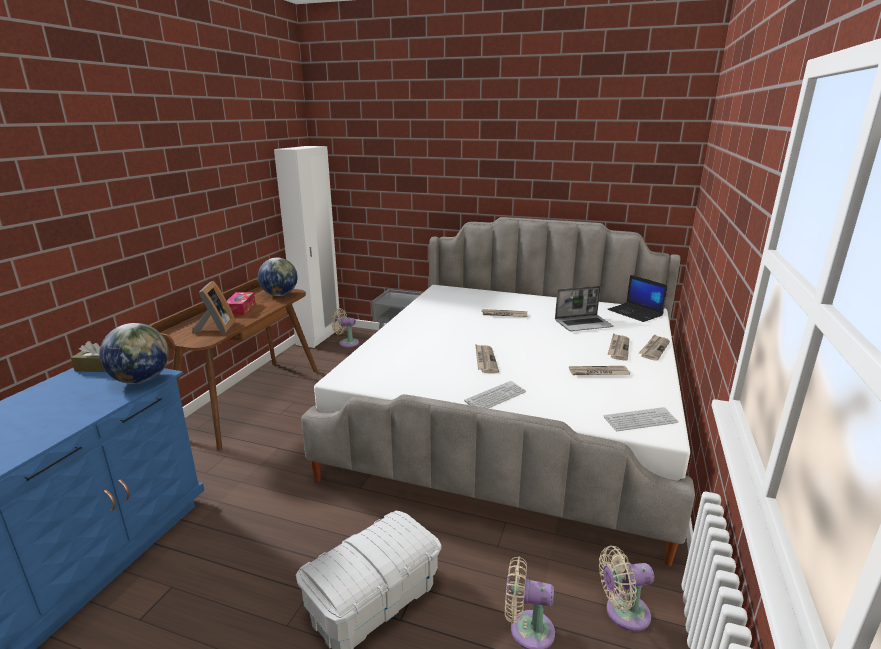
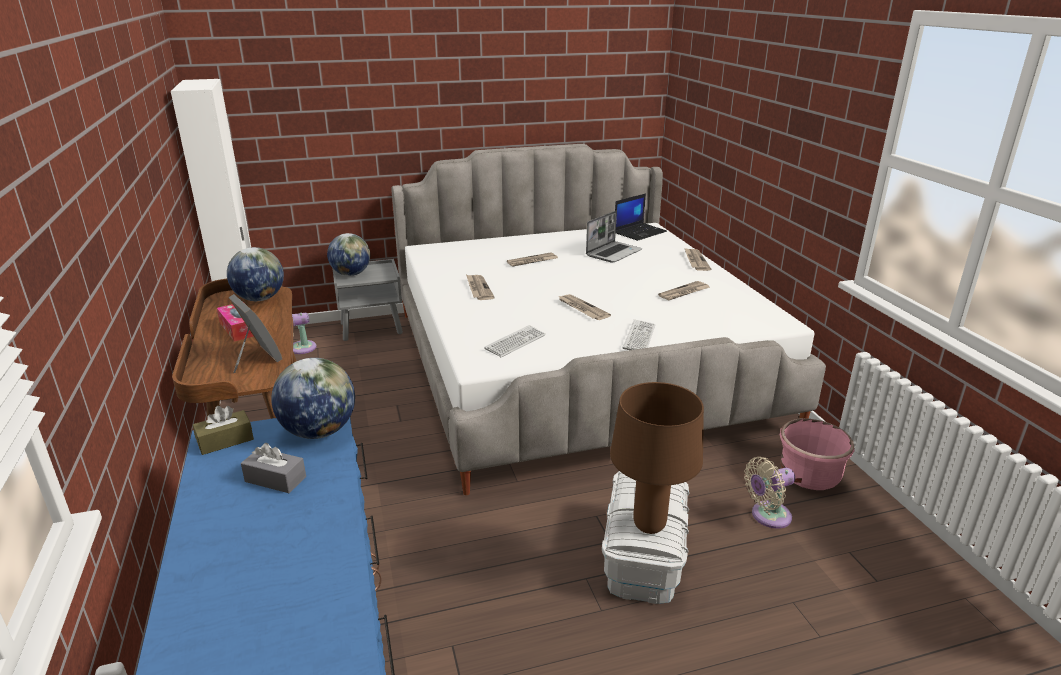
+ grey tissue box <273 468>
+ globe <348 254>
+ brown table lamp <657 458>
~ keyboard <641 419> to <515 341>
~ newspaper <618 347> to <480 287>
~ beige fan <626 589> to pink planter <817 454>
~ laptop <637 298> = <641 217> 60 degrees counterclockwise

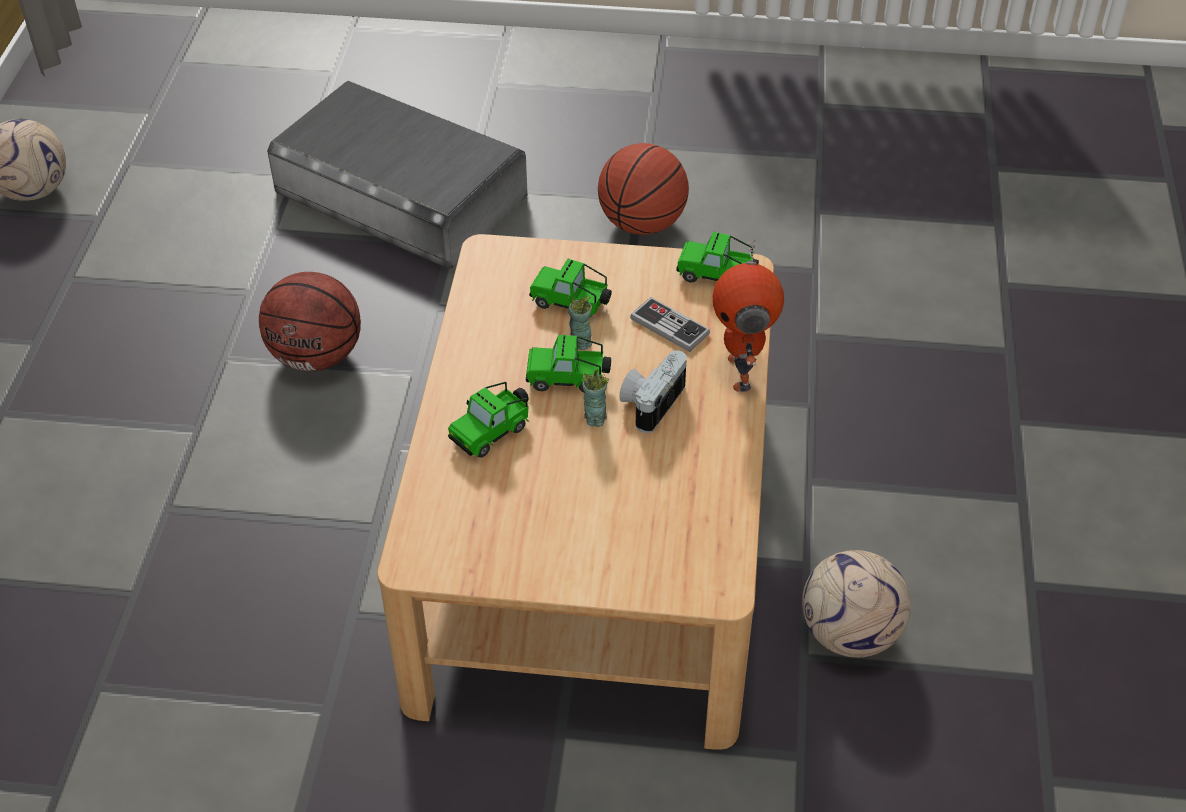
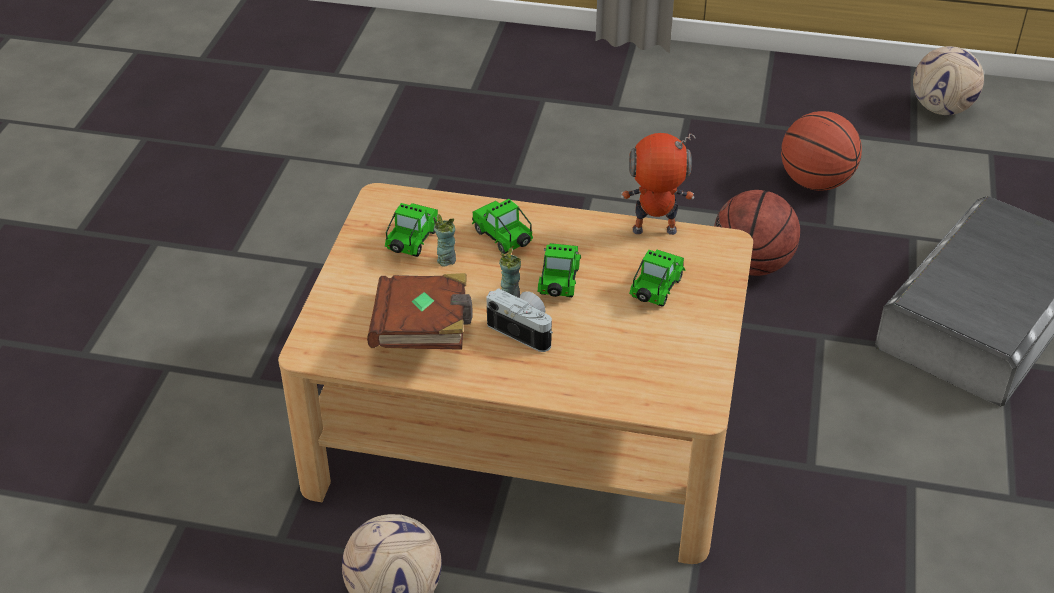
- game controller <670 324>
+ brown book <420 311>
~ cup <580 323> to <444 240>
~ basketball <643 189> to <821 151>
~ toy car <717 257> to <412 230>
~ toy robot <748 315> to <658 184>

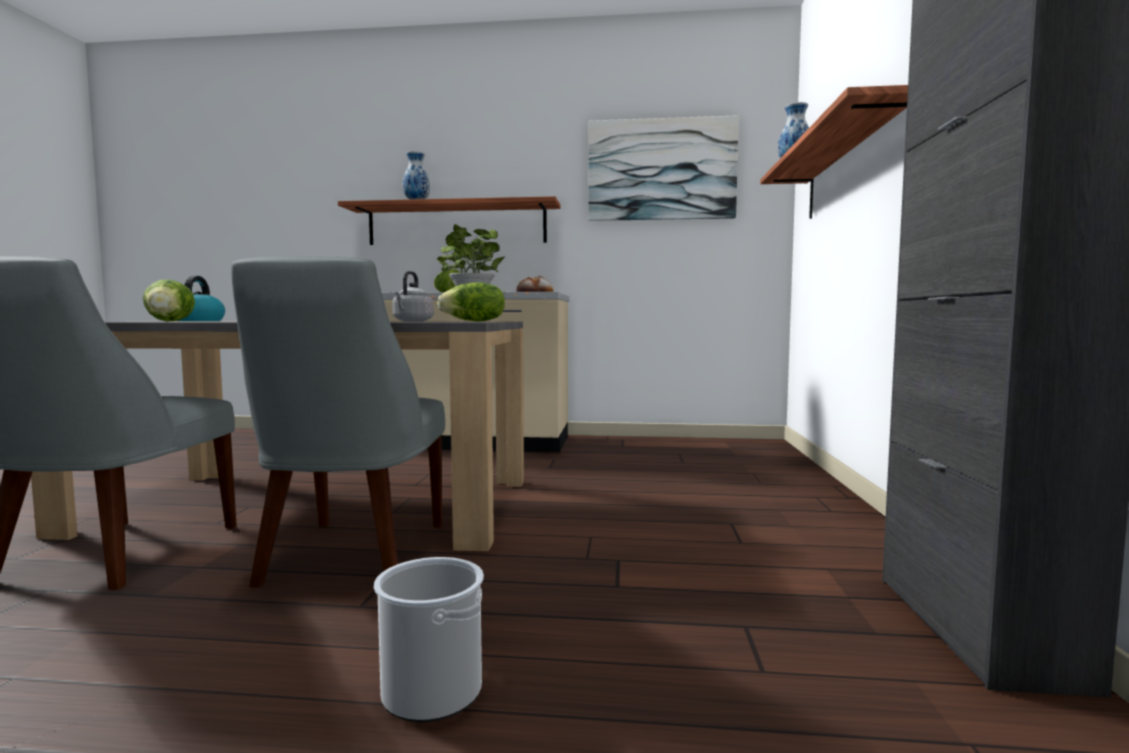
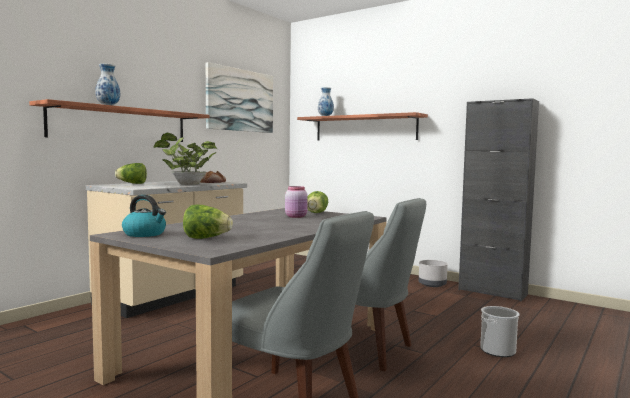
+ grey planter <433 273>
~ grey kettle <413 296> to pink jar <296 202>

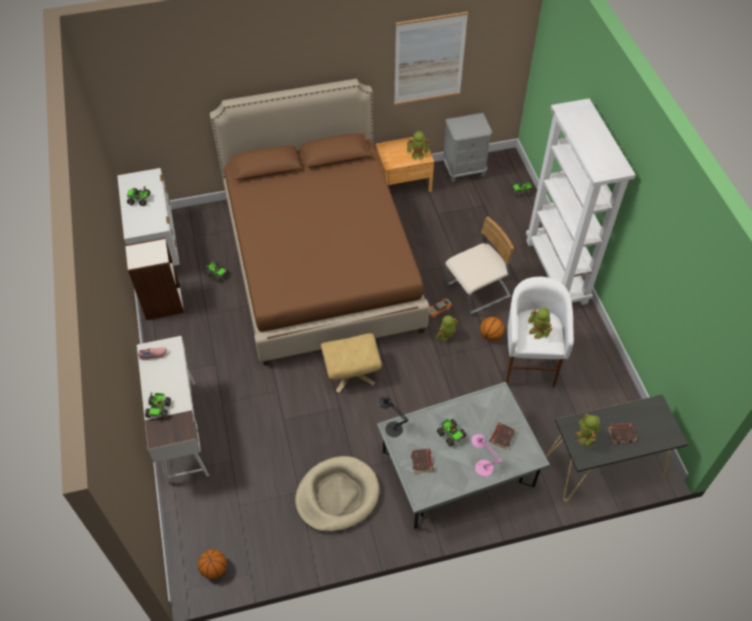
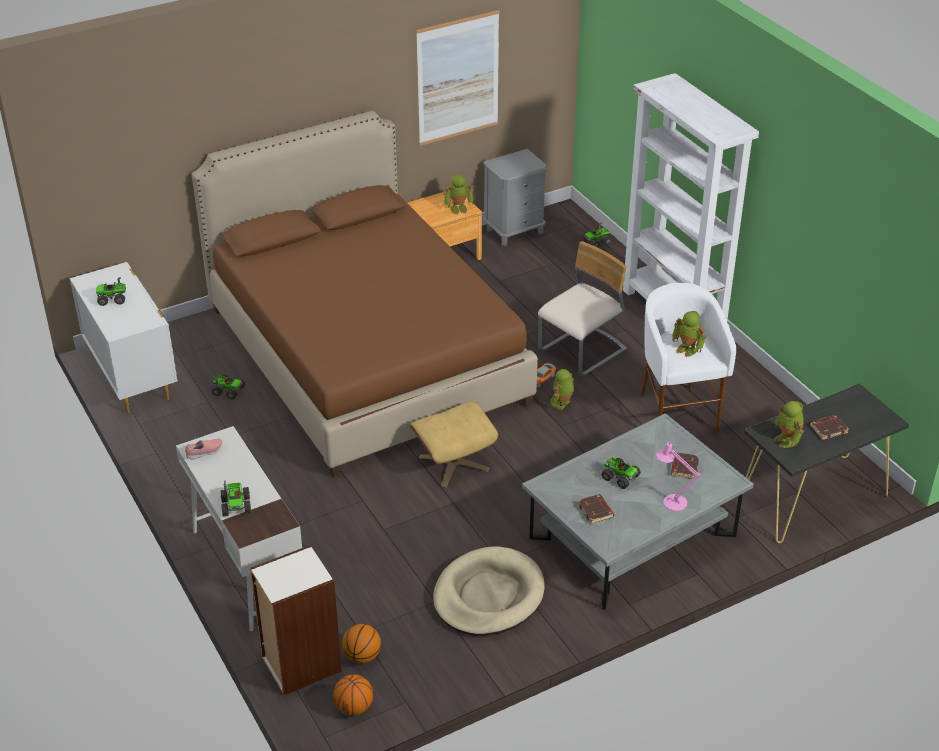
- black table lamp <393 416>
~ bookcase <154 279> to <296 620>
~ basketball <492 329> to <361 644>

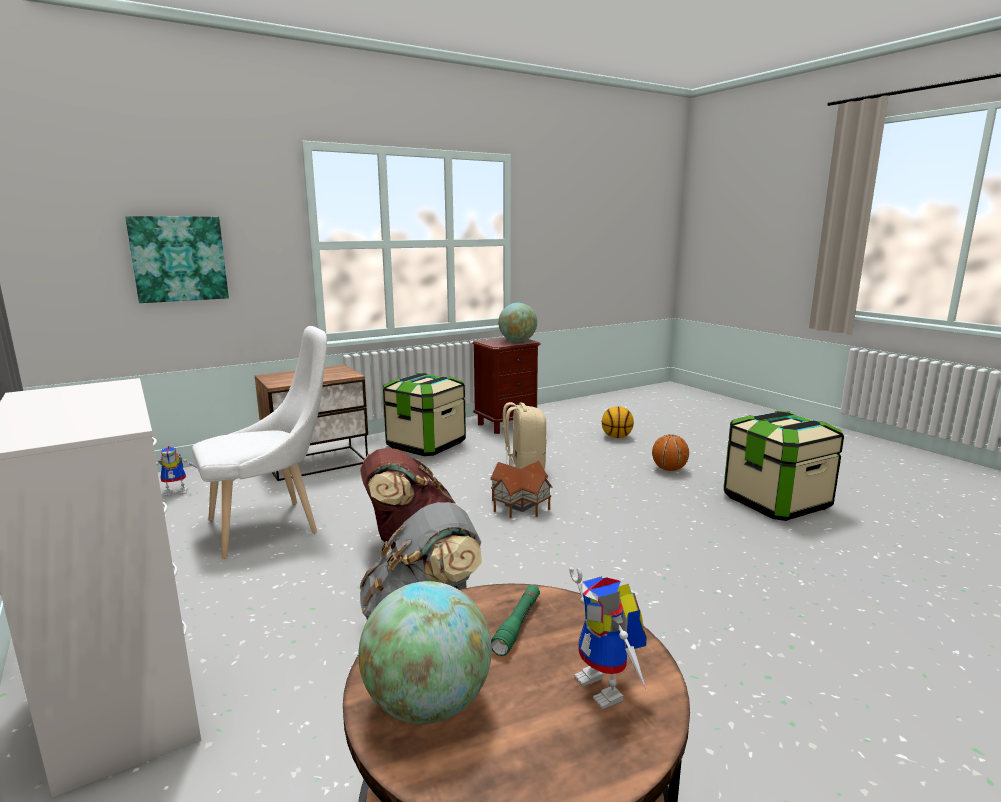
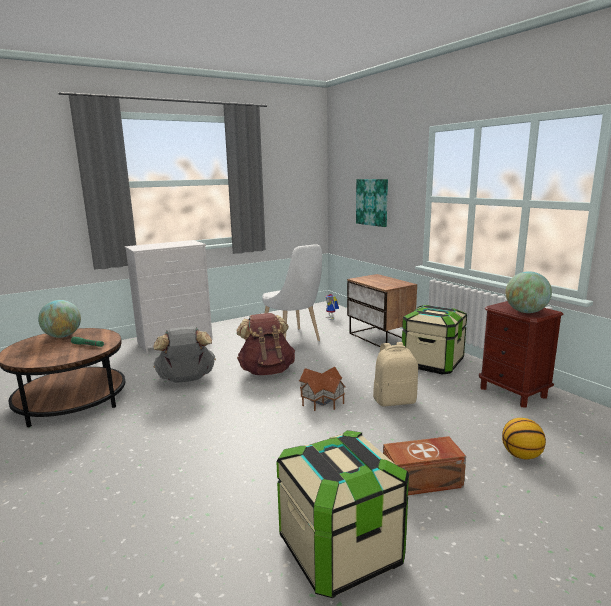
- toy robot <608 638>
~ basketball <670 452> to brown storage box <424 465>

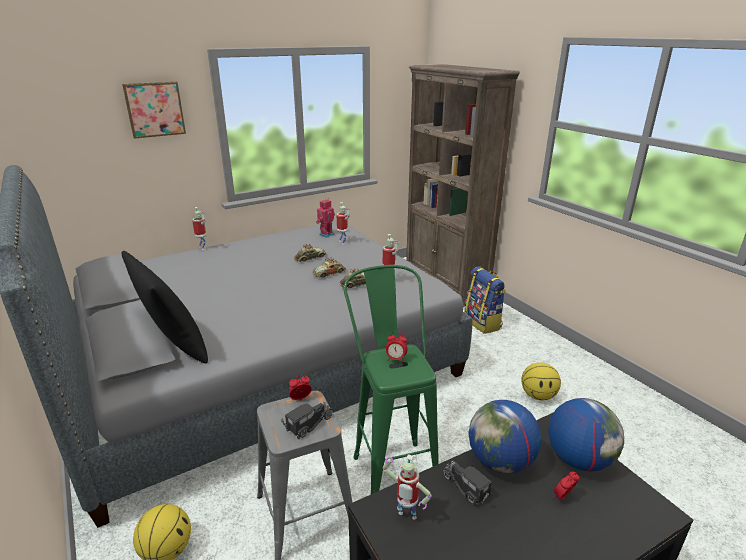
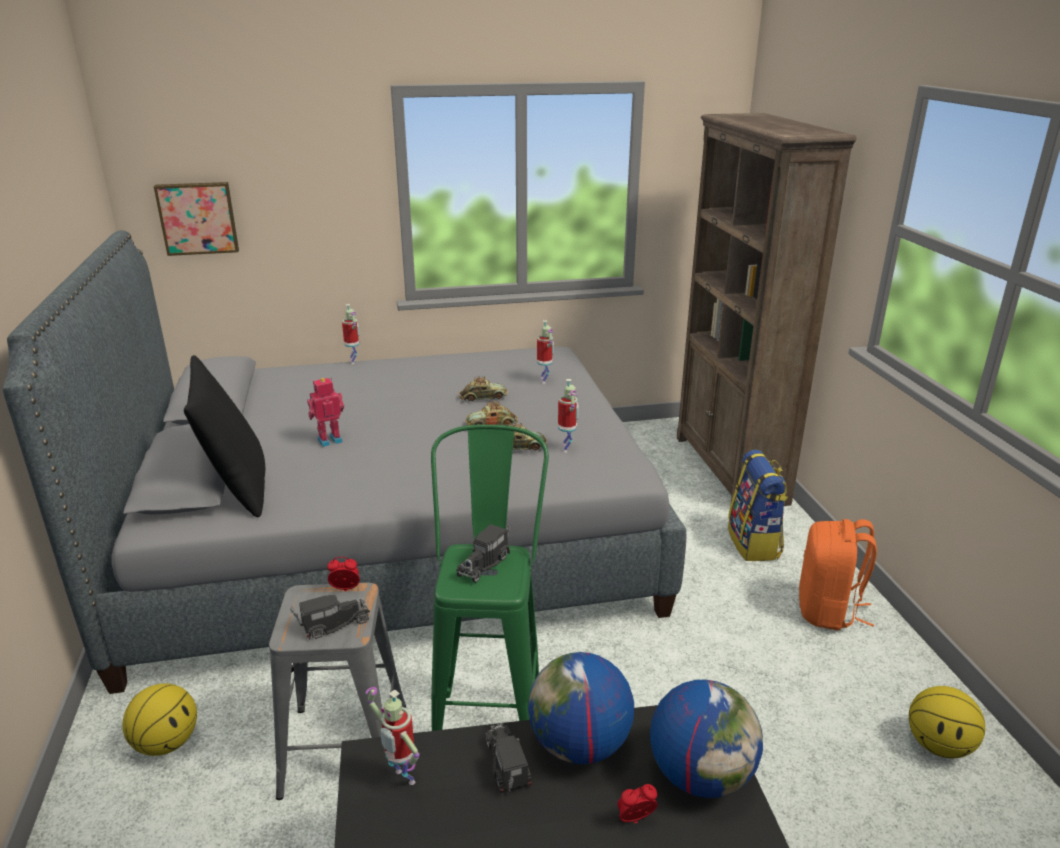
+ orange backpack <838 575>
~ picture <154 110> to <196 219>
~ toy robot <325 218> to <325 412>
~ basketball <541 381> to <947 722>
~ alarm clock <396 347> to toy truck <483 553>

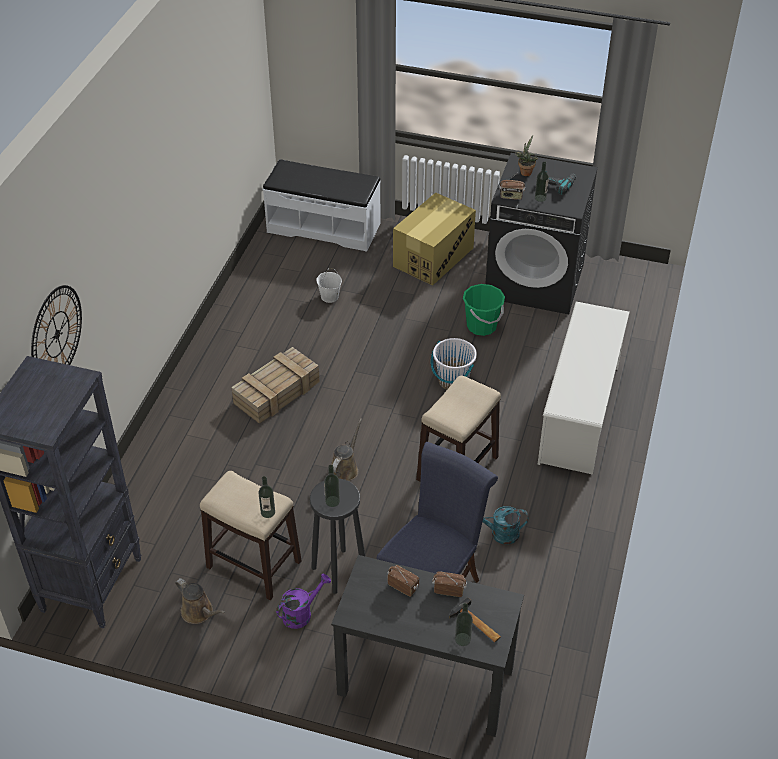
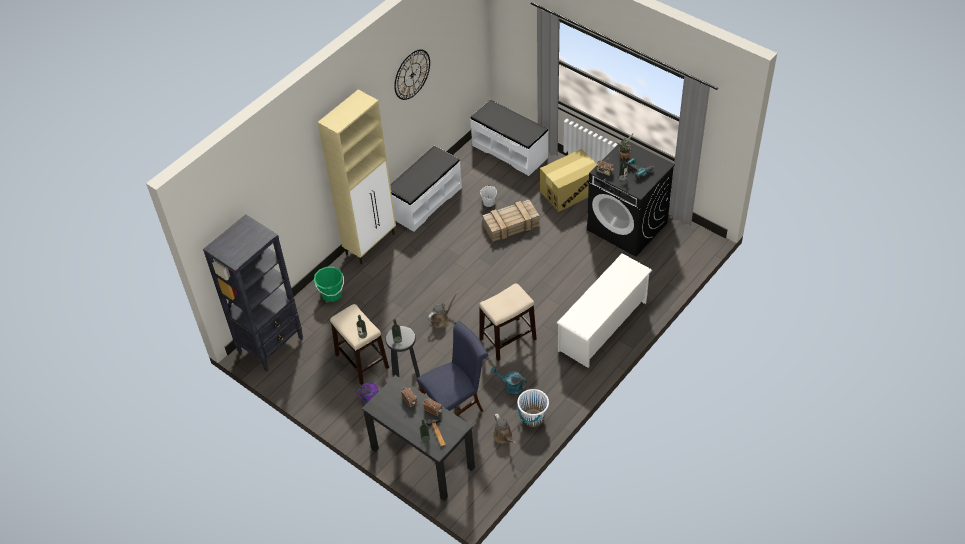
+ beige cabinet <357 177>
+ white bench <426 189>
~ wall clock <56 325> to <412 74>
~ brown watering can <200 601> to <504 429>
~ crate <275 385> to <511 221>
~ white bucket <454 364> to <533 408>
~ green bucket <484 310> to <329 284>

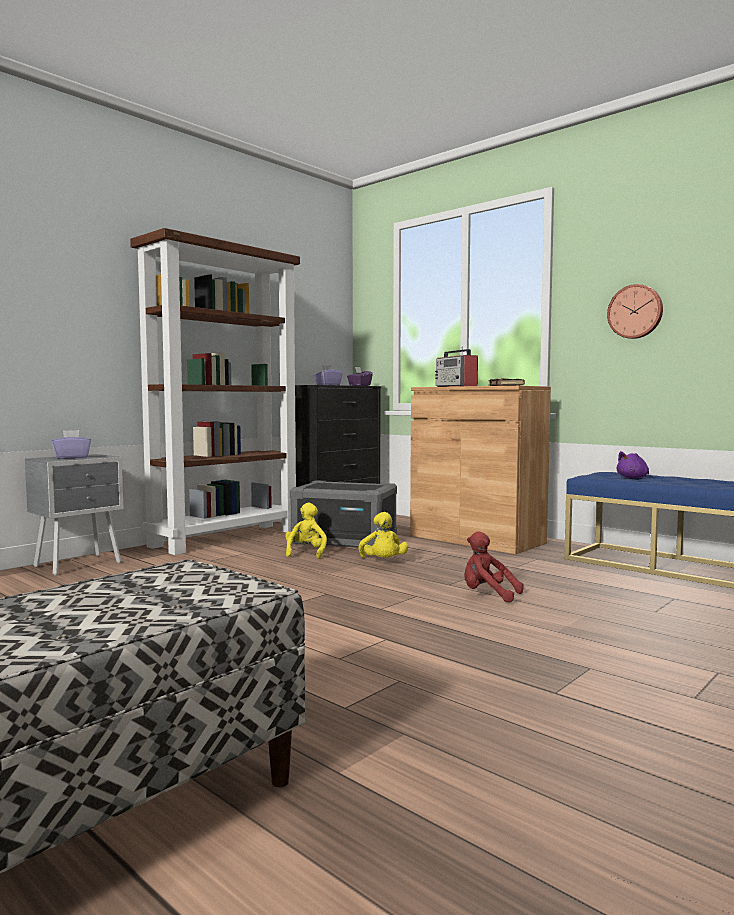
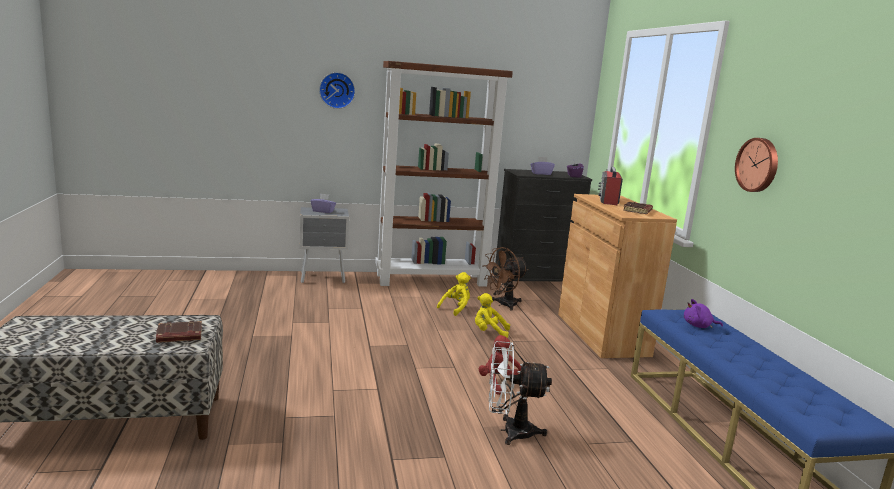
+ brown book <179 332>
+ wall clock <337 90>
+ white fan <520 393>
~ grey storage box <343 514> to brown fan <505 278>
~ yellow plush toy <383 535> = <492 315> 75 degrees clockwise

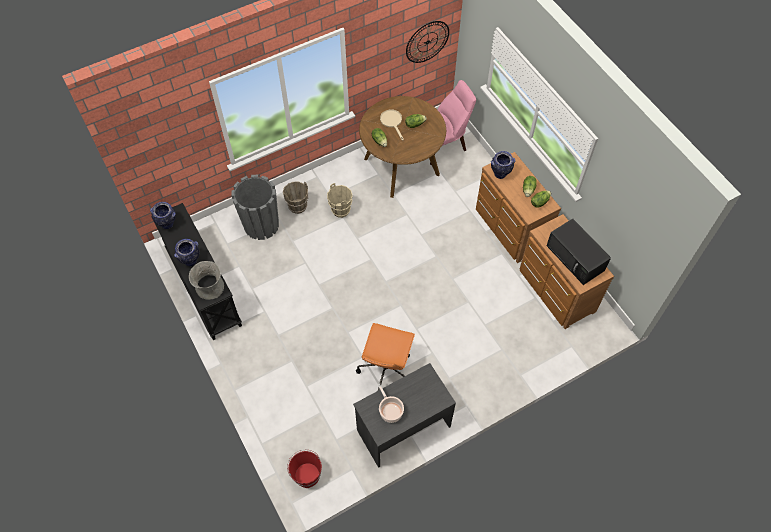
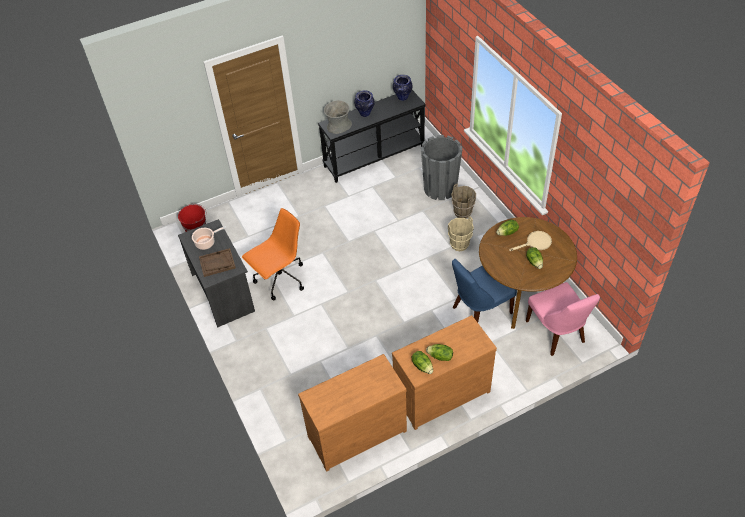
- wall clock <427 42>
- vase <503 165>
- black microwave <579 252>
+ brown tray <217 262>
+ blue chair <484 290>
~ orange office chair <385 356> = <273 254> 120 degrees clockwise

